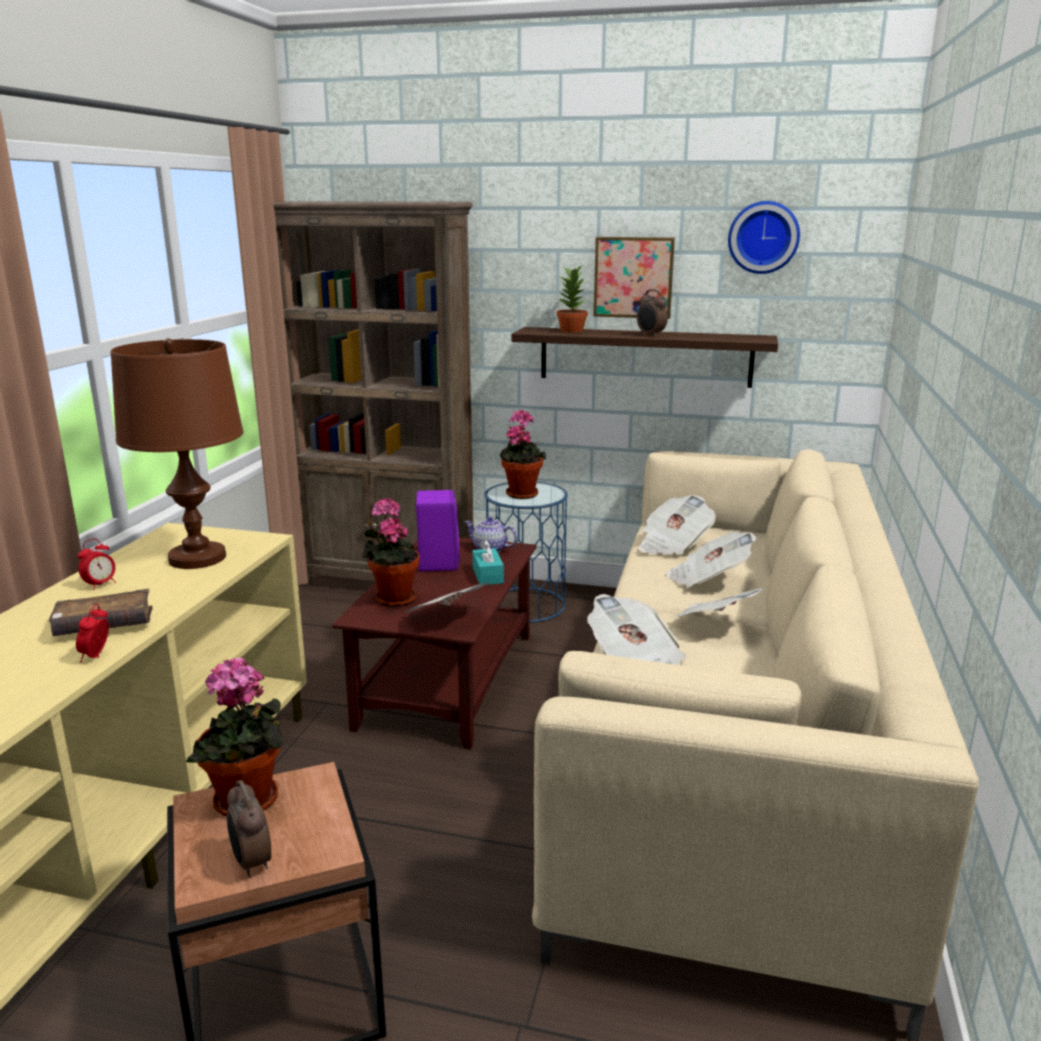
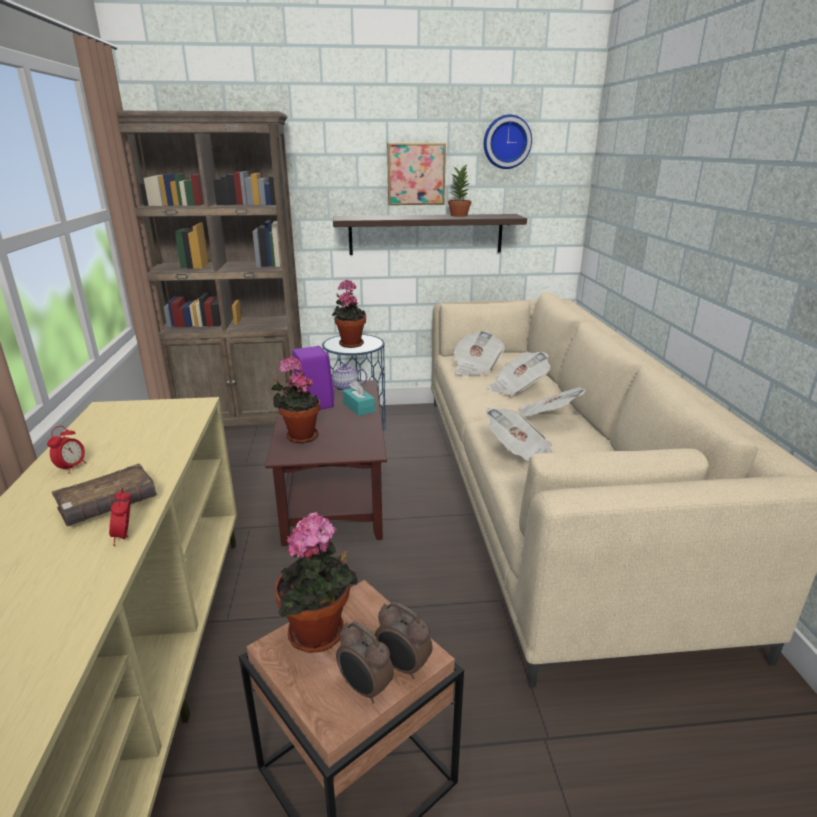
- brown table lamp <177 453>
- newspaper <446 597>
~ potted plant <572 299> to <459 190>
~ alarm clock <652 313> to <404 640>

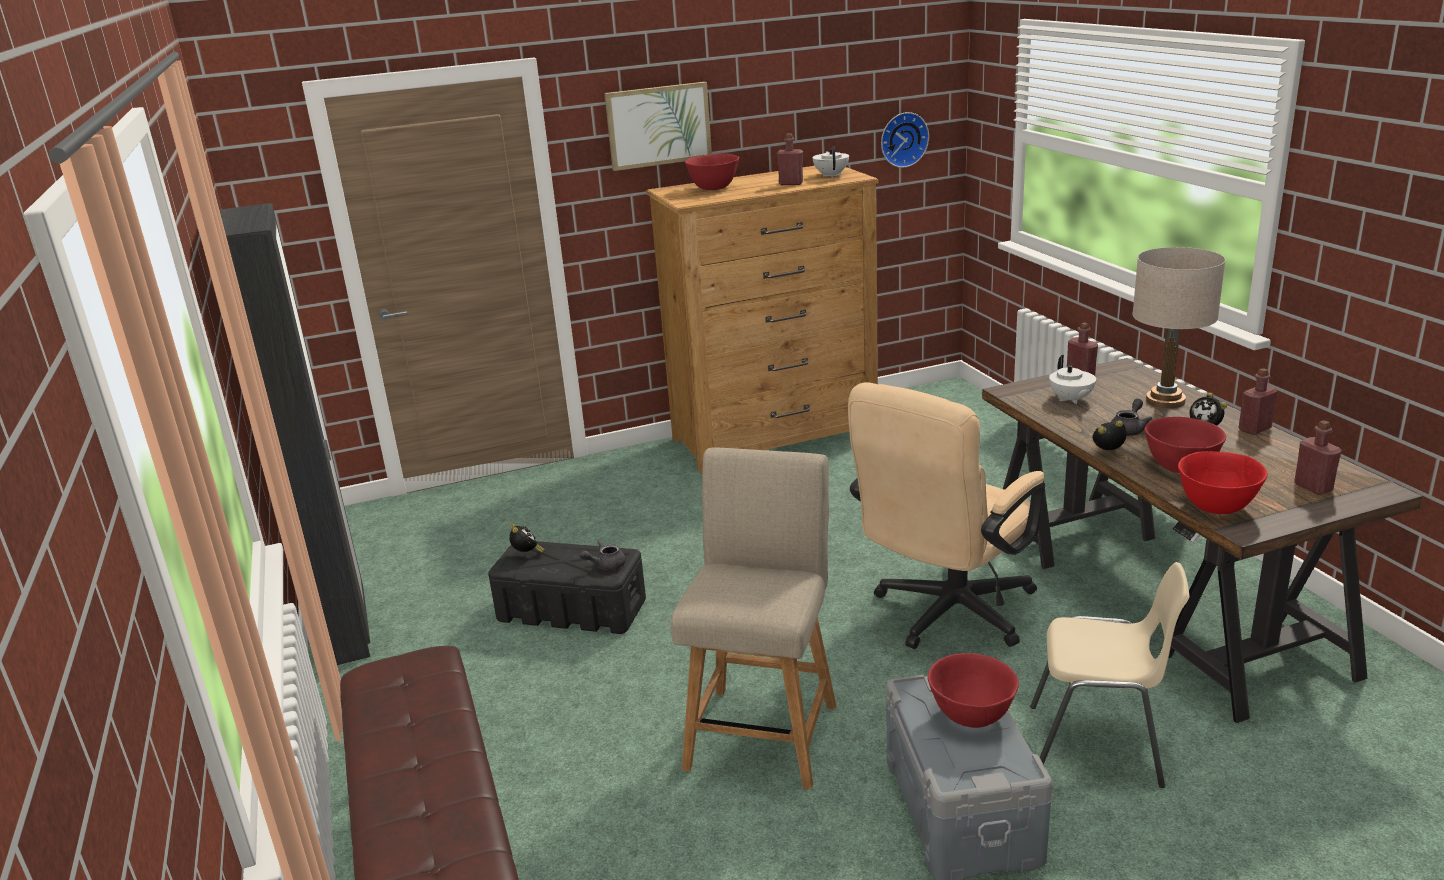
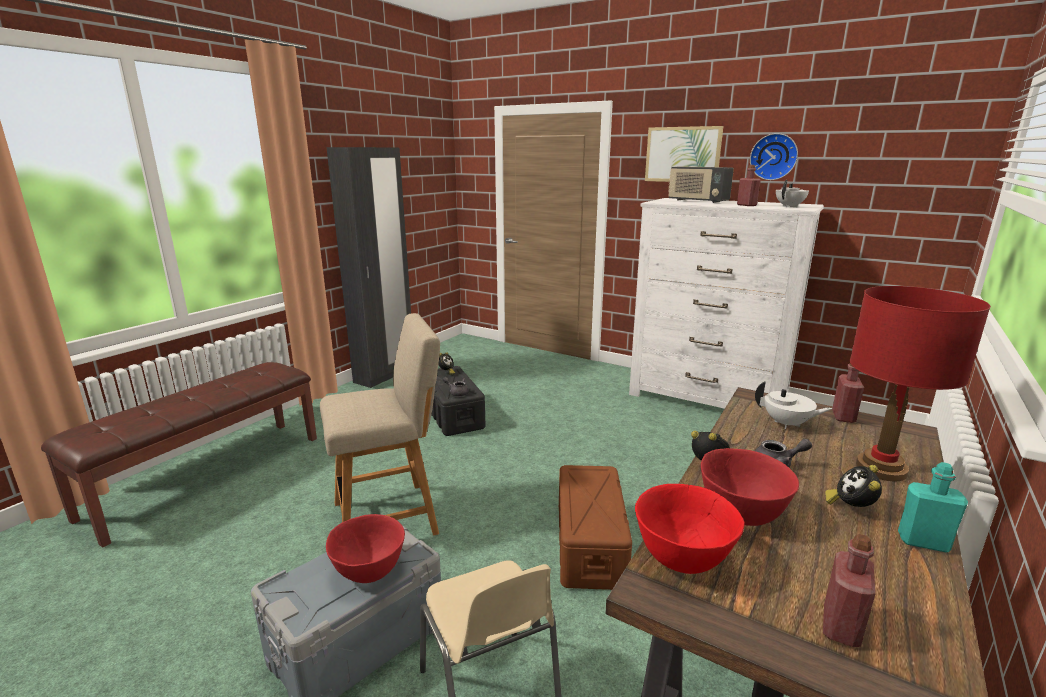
~ wall clock <905 140> to <774 156>
~ red bowl <712 171> to radio <701 184>
~ beige office chair <946 515> to brown storage box <595 527>
~ brown dresser <762 320> to white dresser <726 303>
~ beige table lamp <1179 327> to red table lamp <920 383>
~ red bottle <1257 401> to turquoise bottle <933 507>
~ white teapot <1072 379> = <793 405> 105 degrees counterclockwise

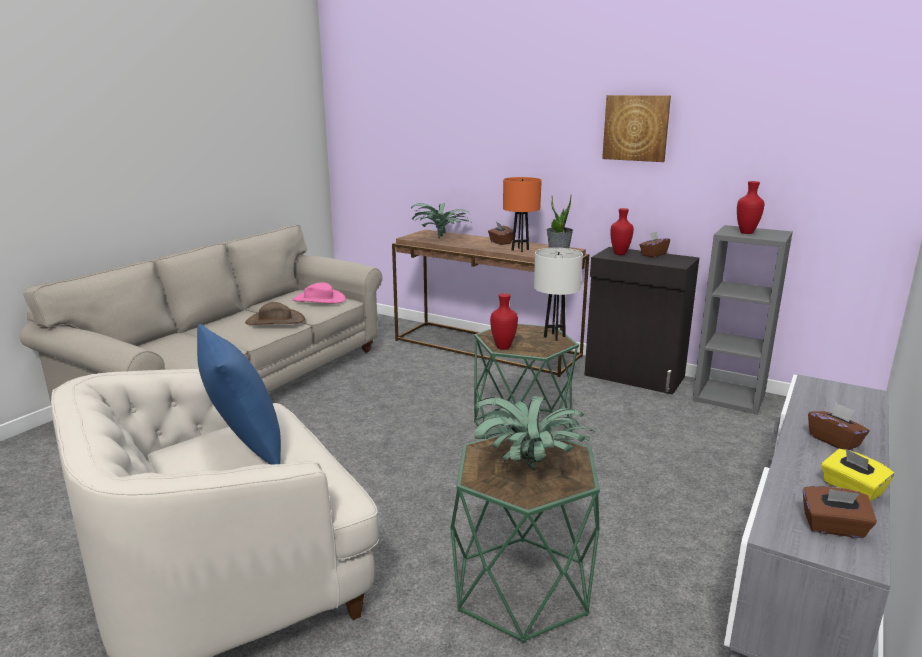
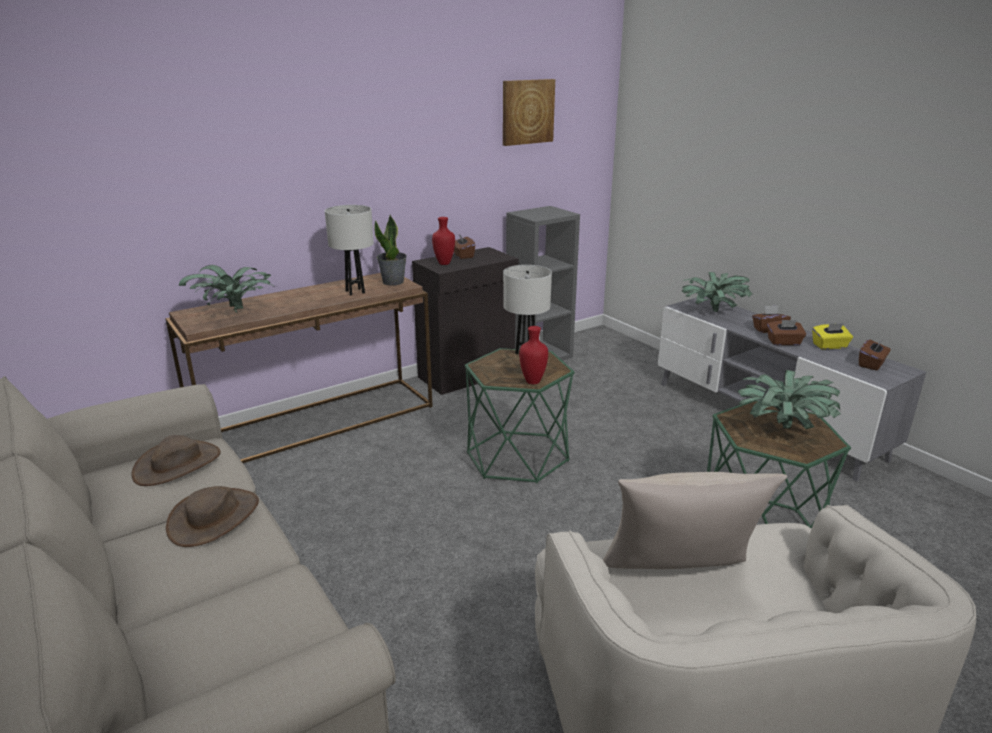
- red vase <750 207>
+ potted plant <717 292>
~ brown tissue box <500 233> to <786 332>
~ picture <636 128> to <529 112>
~ blue pillow <239 394> to beige pillow <695 520>
~ pink hat <318 293> to brown hat <176 460>
~ orange table lamp <522 214> to white table lamp <349 250>

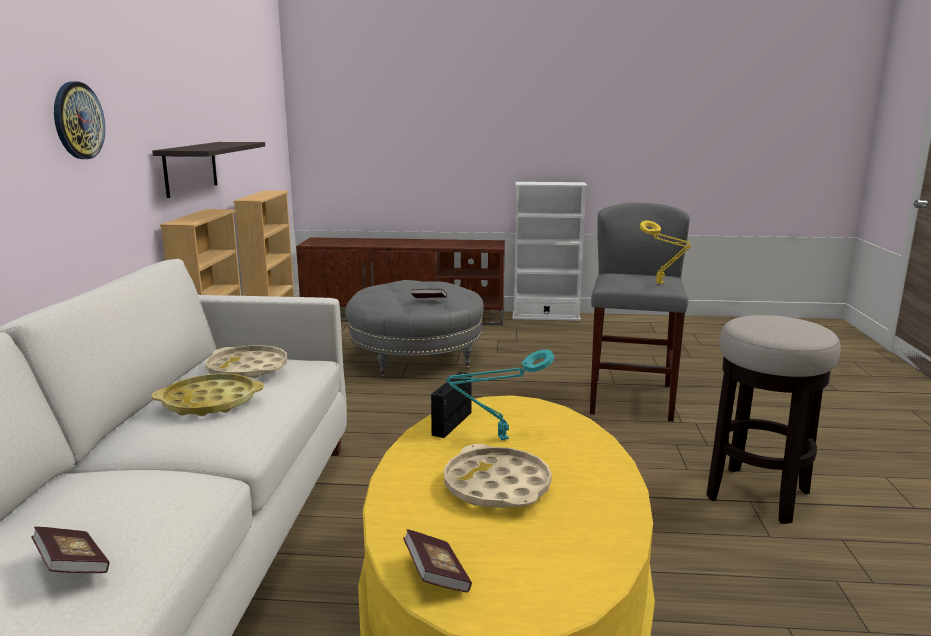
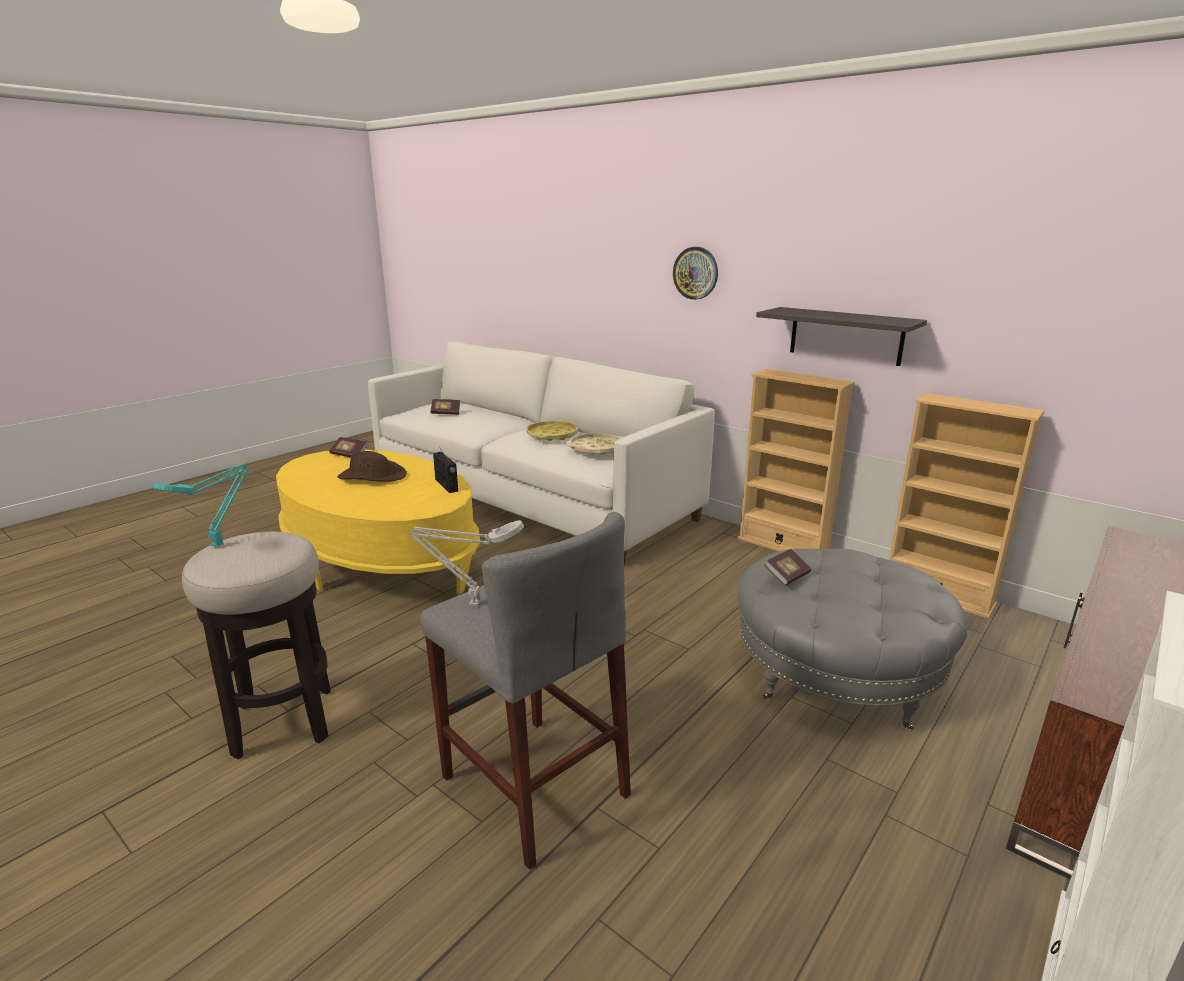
~ turquoise table lamp <500 395> to <201 505>
~ beige tray <498 476> to brown hat <372 466>
~ yellow table lamp <665 252> to grey table lamp <467 563>

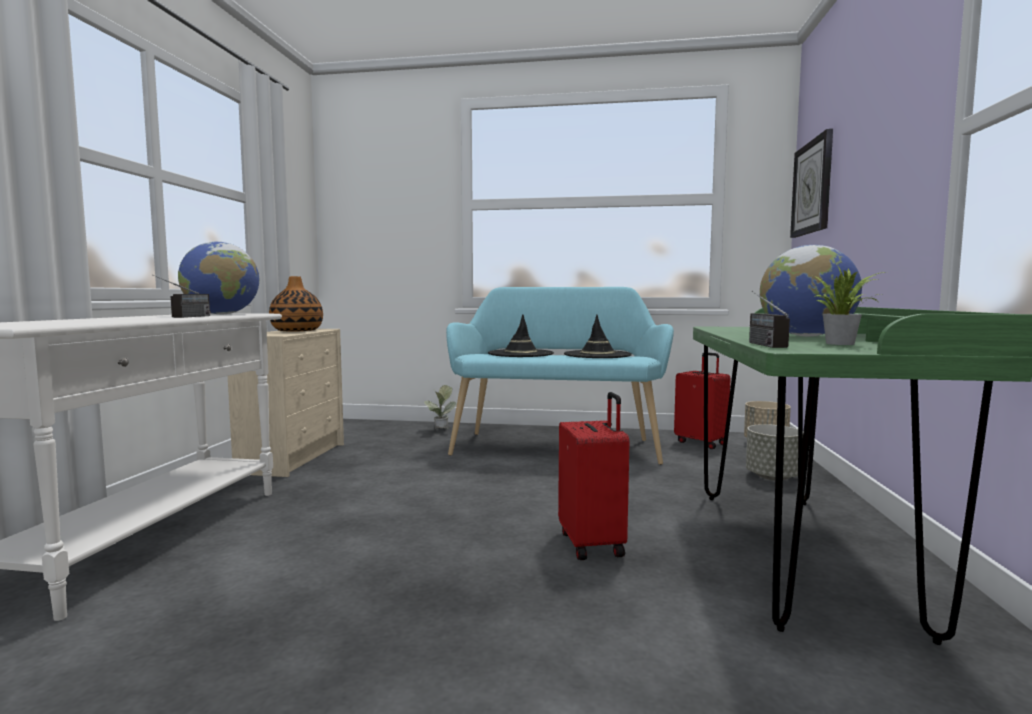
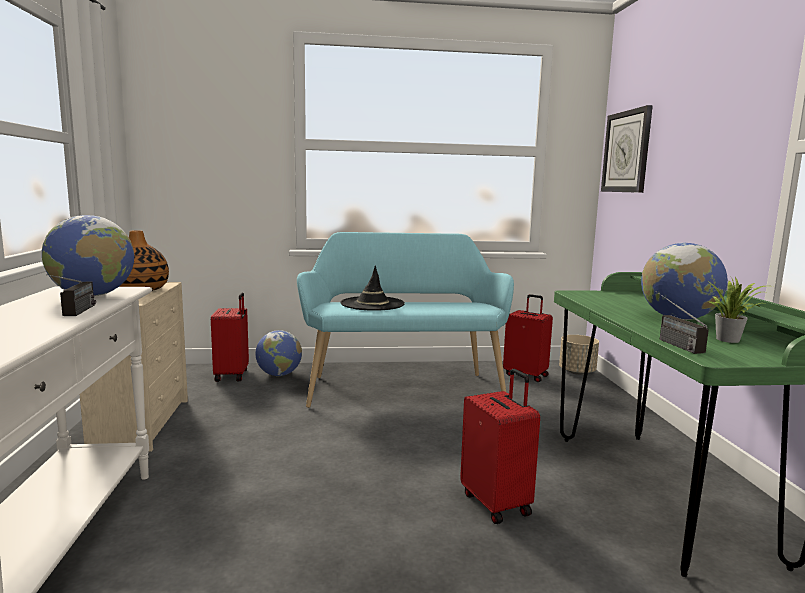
- black hat <598 336>
- grey planter <772 452>
+ red suitcase <230 337>
~ potted plant <440 407> to globe <278 353>

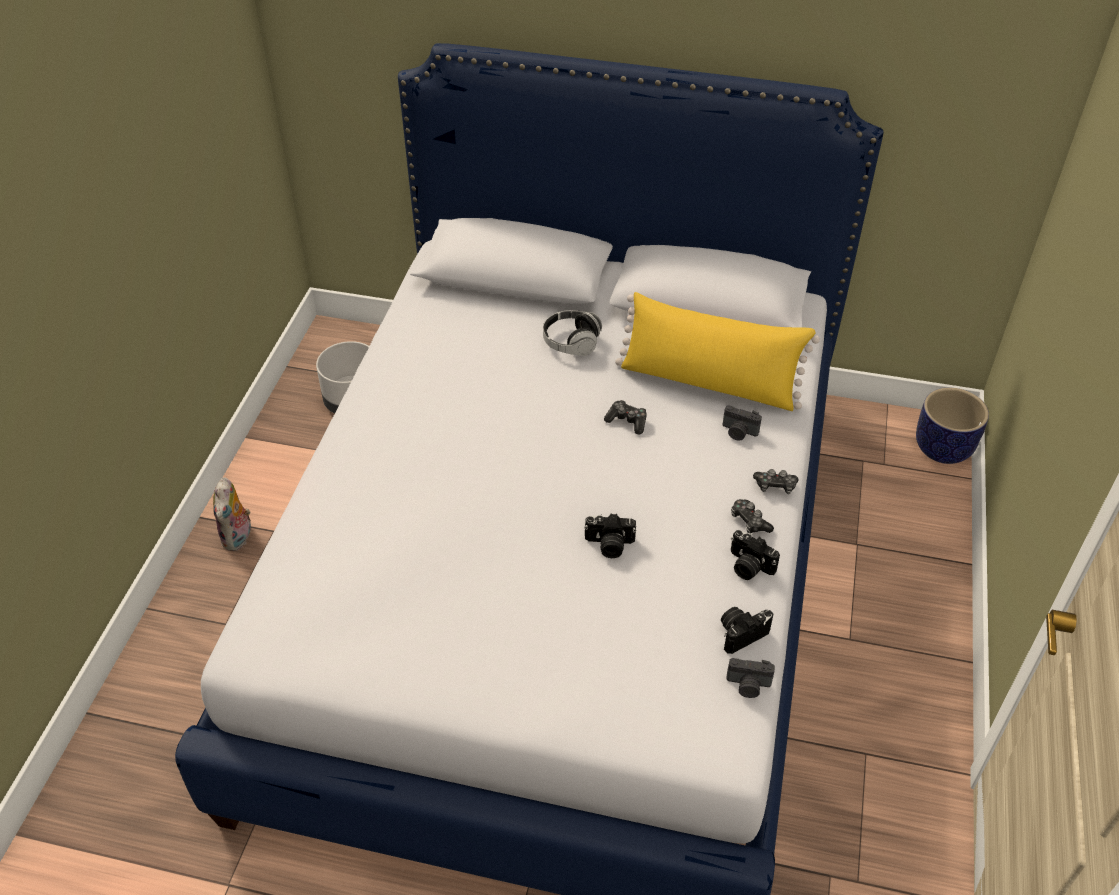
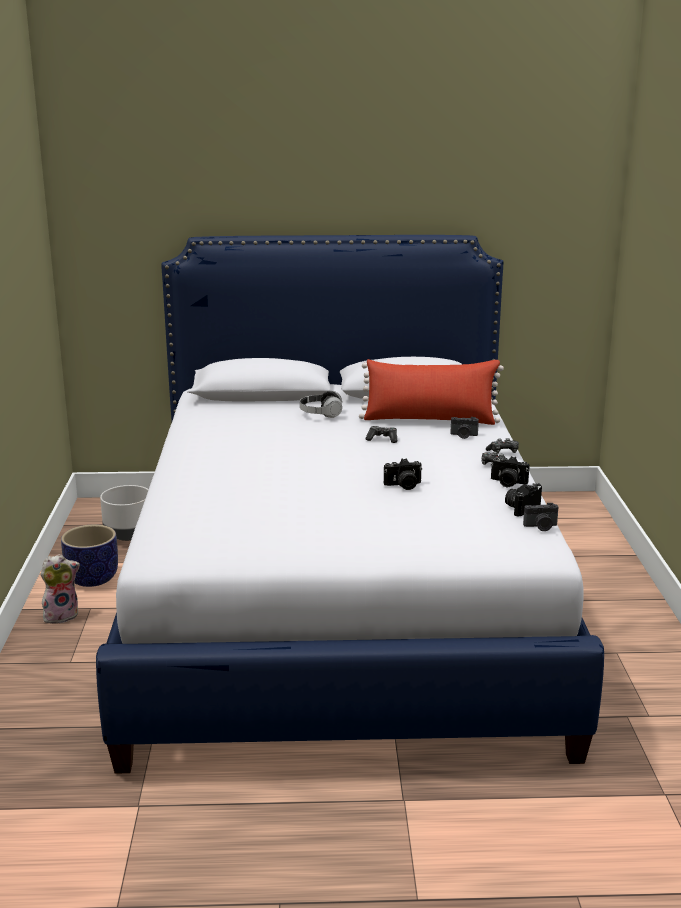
~ planter <952 426> to <89 555>
~ yellow pillow <717 351> to red pillow <431 392>
~ plush toy <233 514> = <60 588> 105 degrees counterclockwise

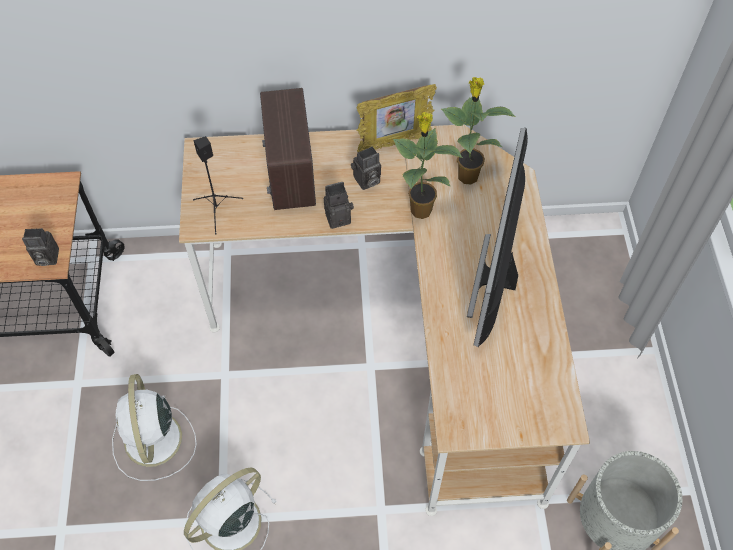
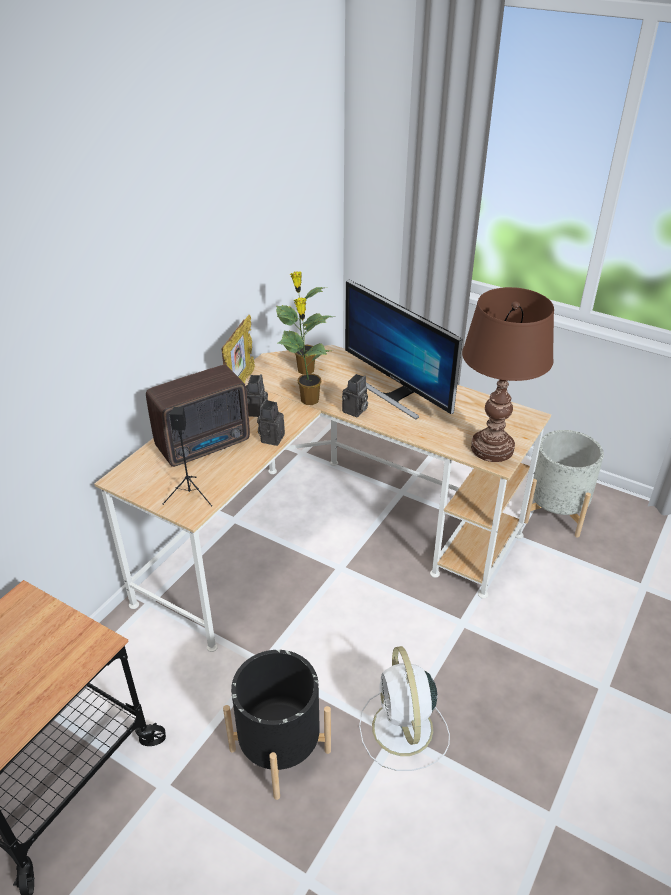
+ brown table lamp <508 374>
~ photo camera <40 247> to <355 395>
~ white fan <154 427> to black planter <277 725>
~ radio <288 149> = <198 416> 60 degrees counterclockwise

